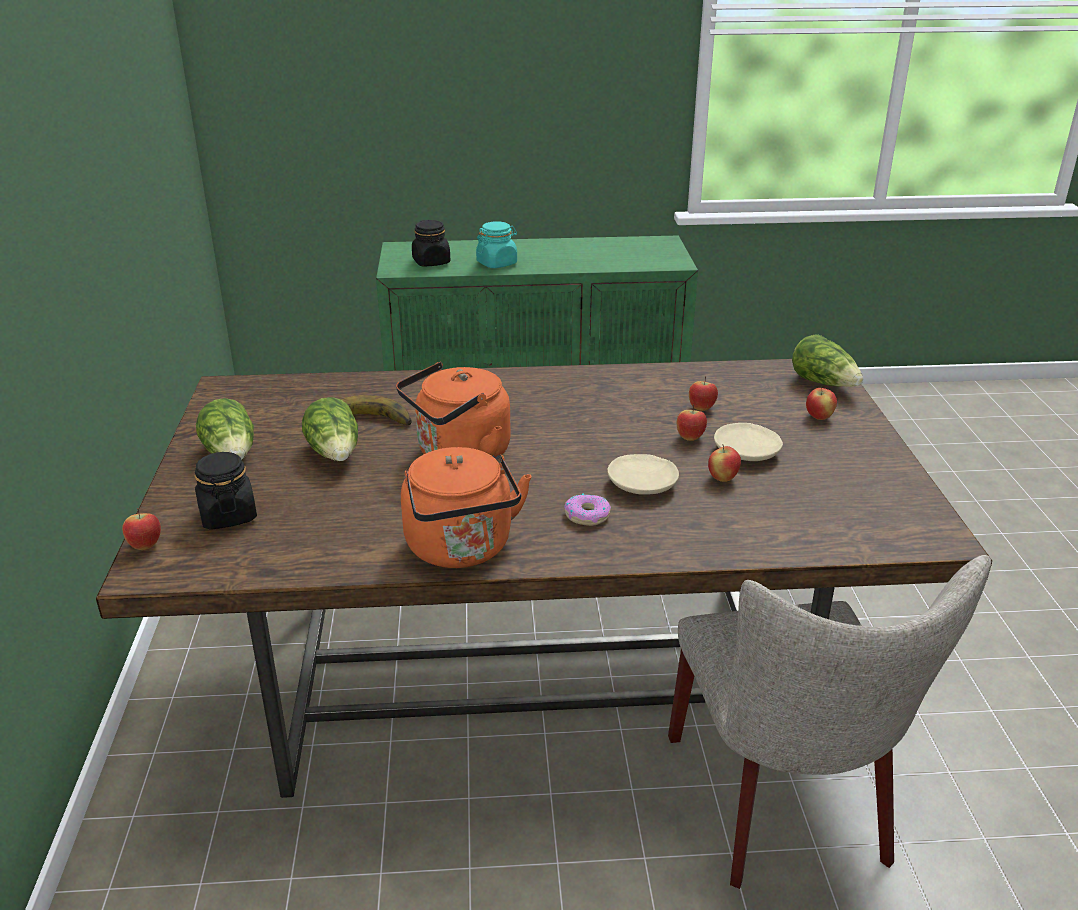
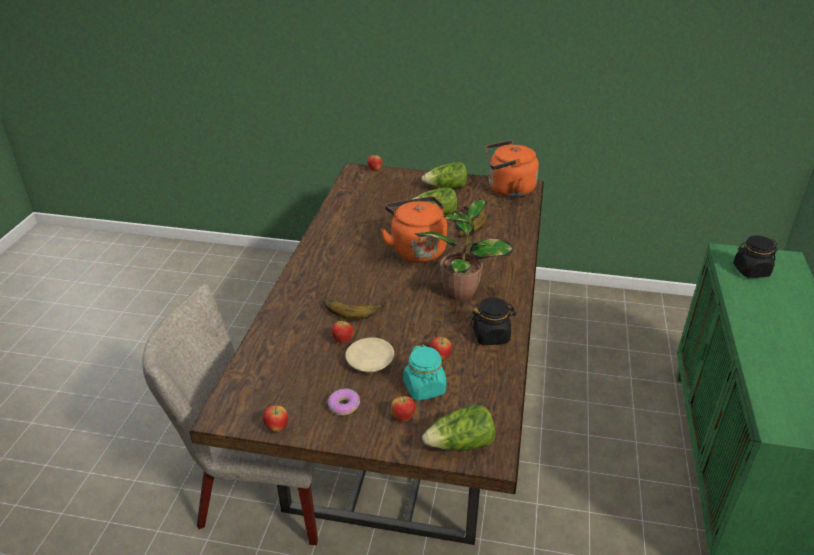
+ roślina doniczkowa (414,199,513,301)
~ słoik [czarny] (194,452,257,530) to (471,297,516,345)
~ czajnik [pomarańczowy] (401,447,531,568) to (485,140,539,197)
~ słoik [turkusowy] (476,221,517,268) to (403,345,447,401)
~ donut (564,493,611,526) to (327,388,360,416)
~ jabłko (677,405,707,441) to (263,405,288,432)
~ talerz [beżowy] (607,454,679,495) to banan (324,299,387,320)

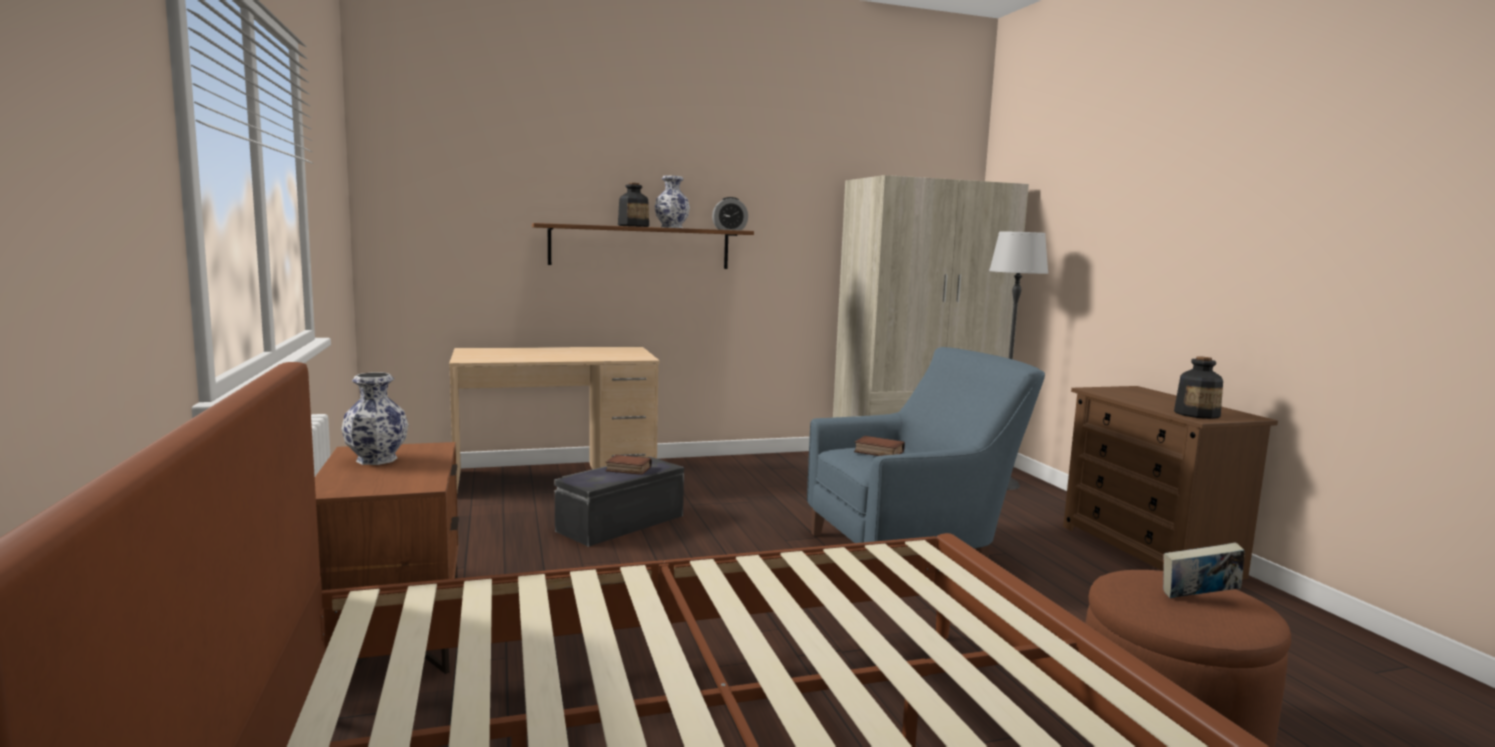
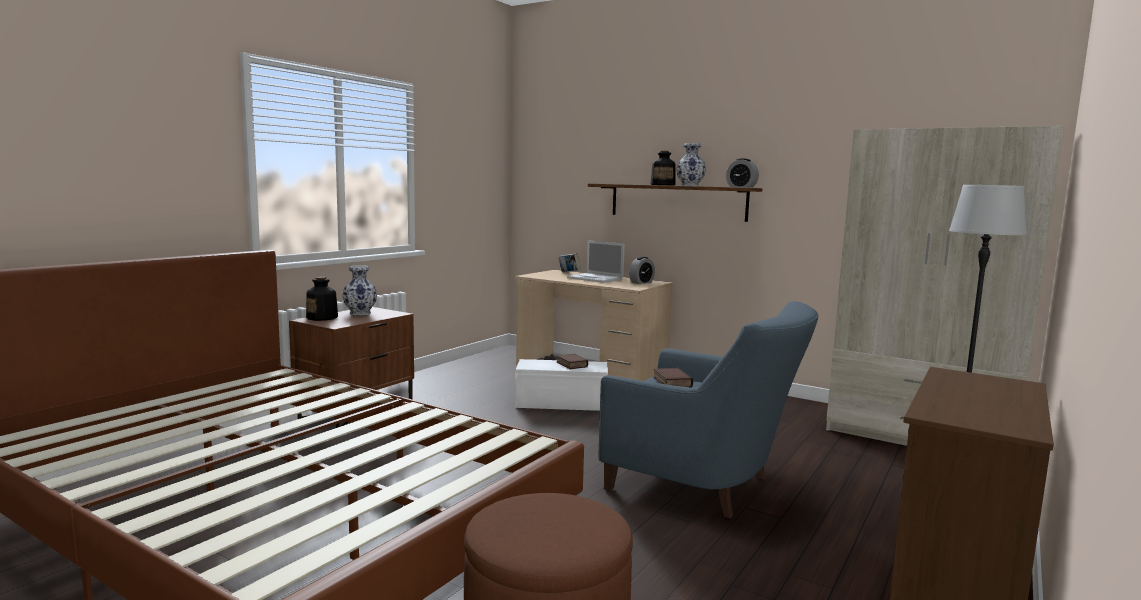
+ laptop (567,240,625,283)
+ budzik (629,257,655,284)
~ książka (1163,543,1245,598) to (558,253,581,272)
~ butelka (1174,356,1223,419) to (306,277,338,321)
~ pojemnik do przechowywania [czarny] (555,457,684,547) to pojemnik do przechowywania [biały] (515,359,608,411)

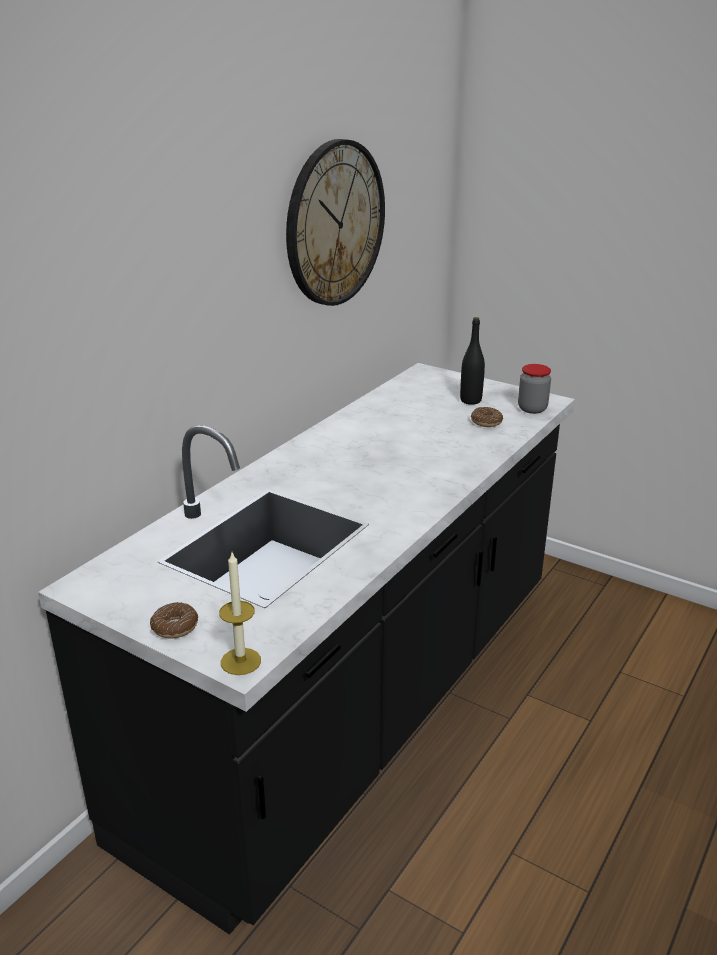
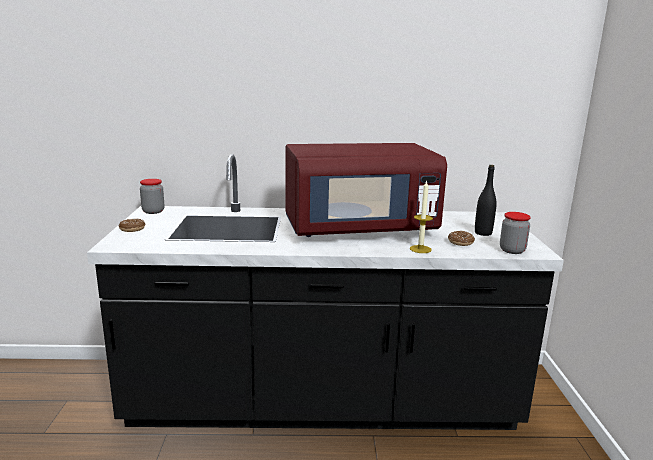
- zegar ścienny (286,139,385,306)
+ słoik (140,179,164,214)
+ mikrofalówka [czerwony] (286,143,447,237)
~ świeca (219,553,261,675) to (410,181,433,253)

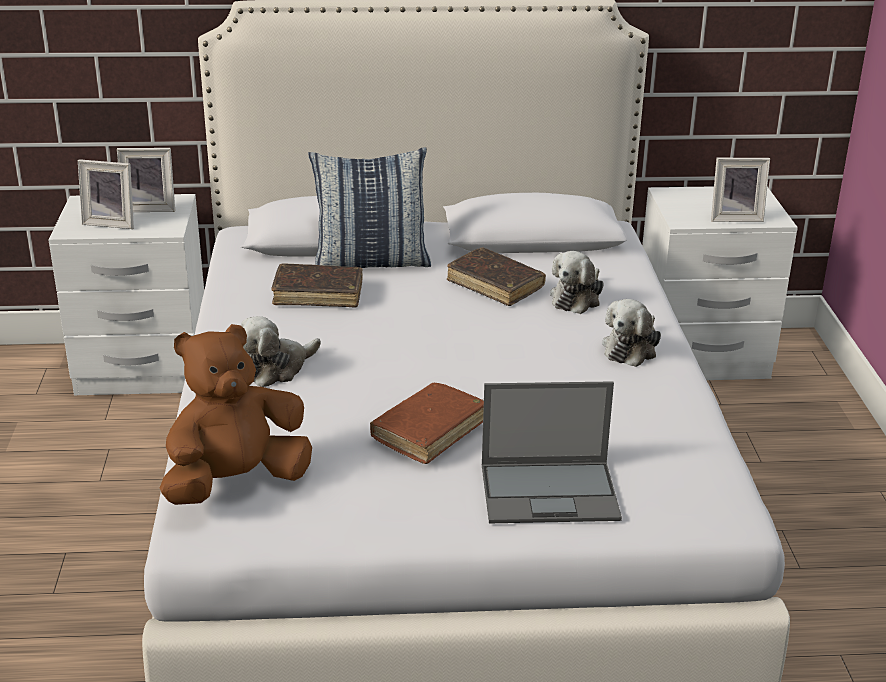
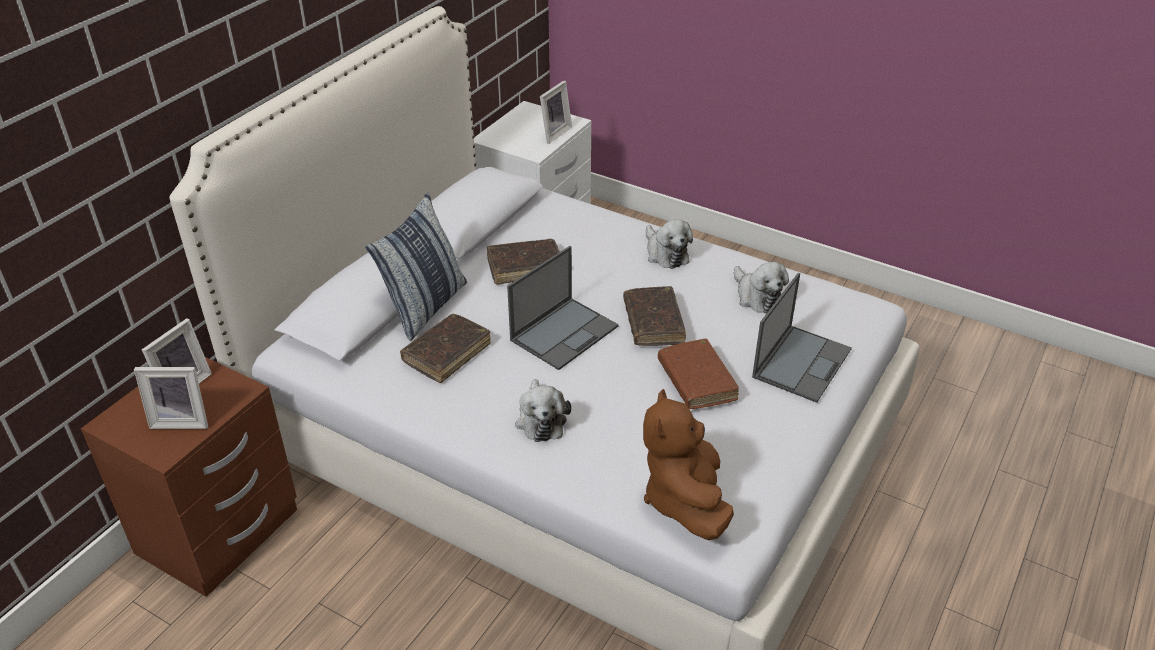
+ laptop (507,246,619,370)
+ książka [brązowy] (623,286,686,346)
~ pluszak (550,251,604,314) to (734,262,789,313)
~ szafka nocna [biały] (48,194,204,395) to szafka nocna [brązowy] (81,357,297,597)
~ ramka na zdjęcie (78,159,134,229) = (134,367,208,429) 45 degrees clockwise

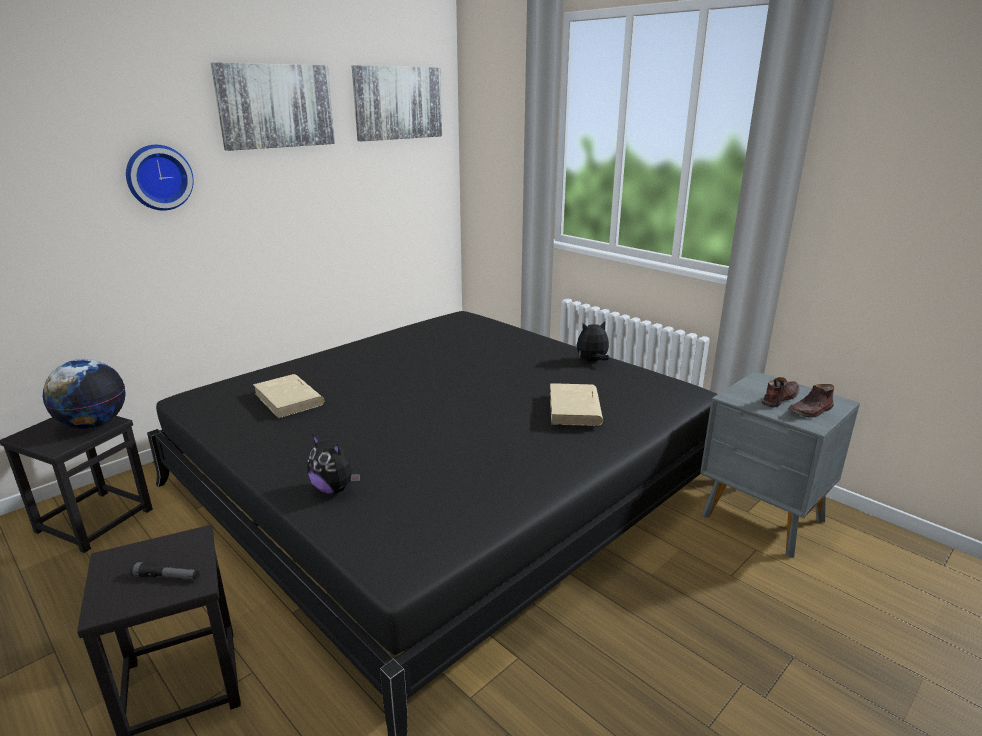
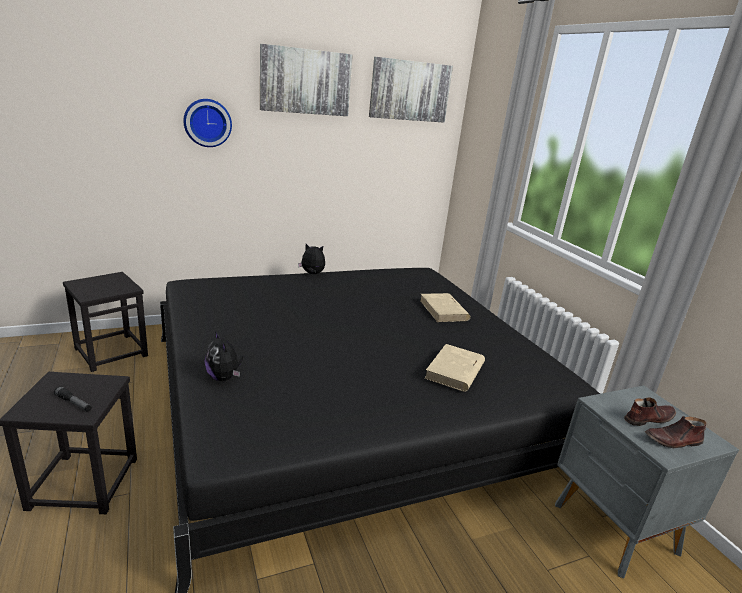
- globus (43,359,125,429)
~ książka [beżowy] (253,374,324,419) to (420,293,471,322)
~ pluszak (577,321,610,362) to (298,244,325,274)

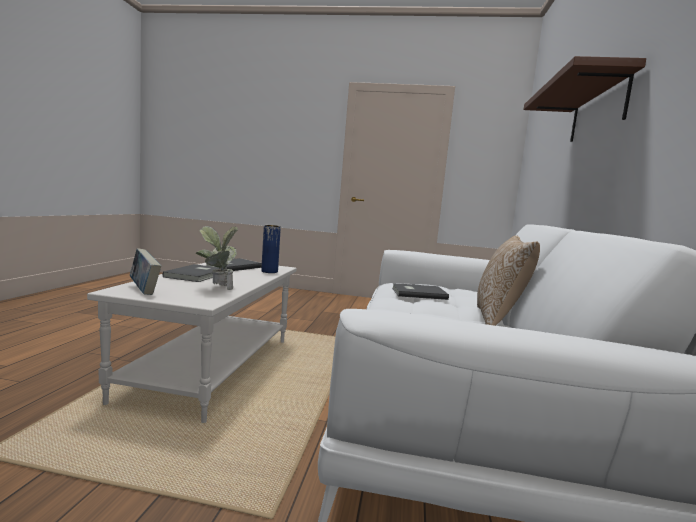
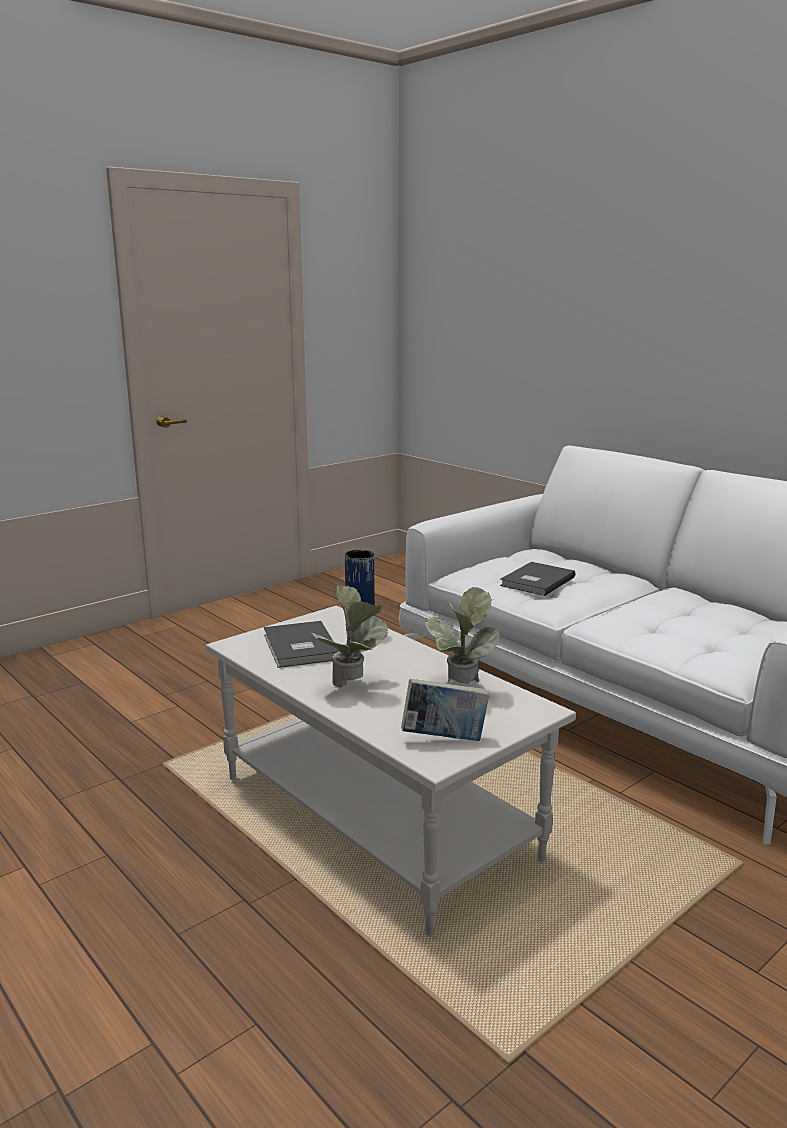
- poduszka (477,235,540,326)
- półka [brązowy] (523,56,646,142)
~ książka [szary] (162,264,226,282) to roślina doniczkowa (310,585,388,688)

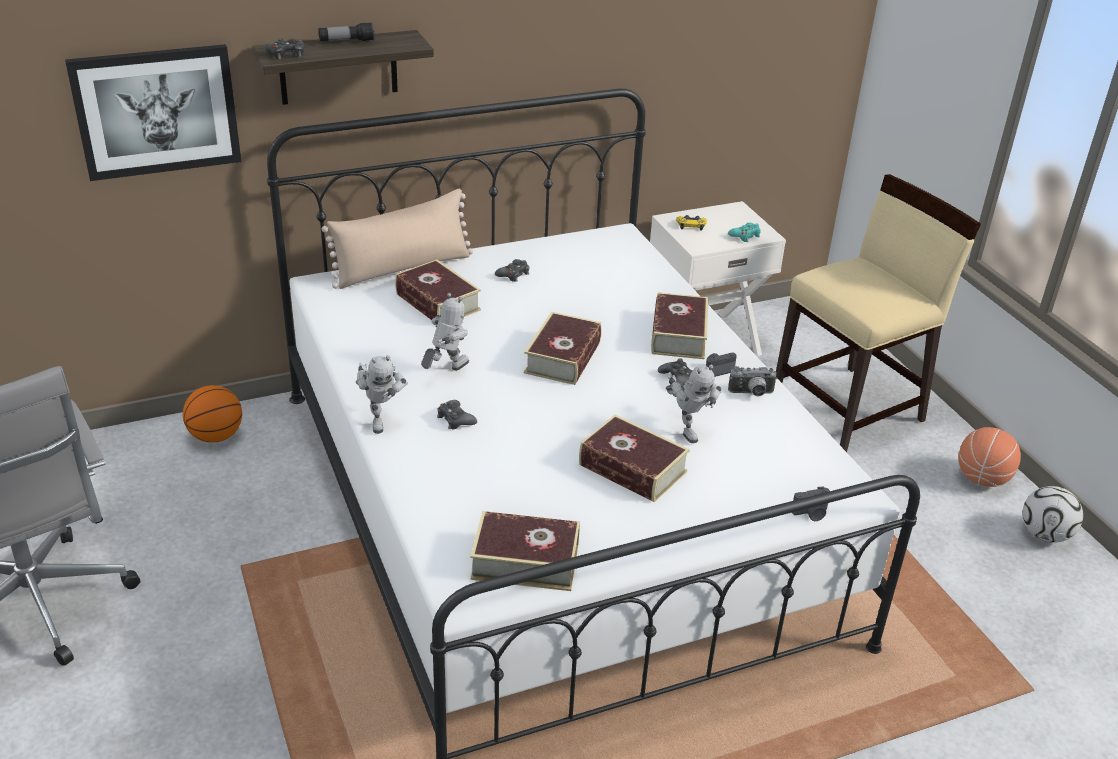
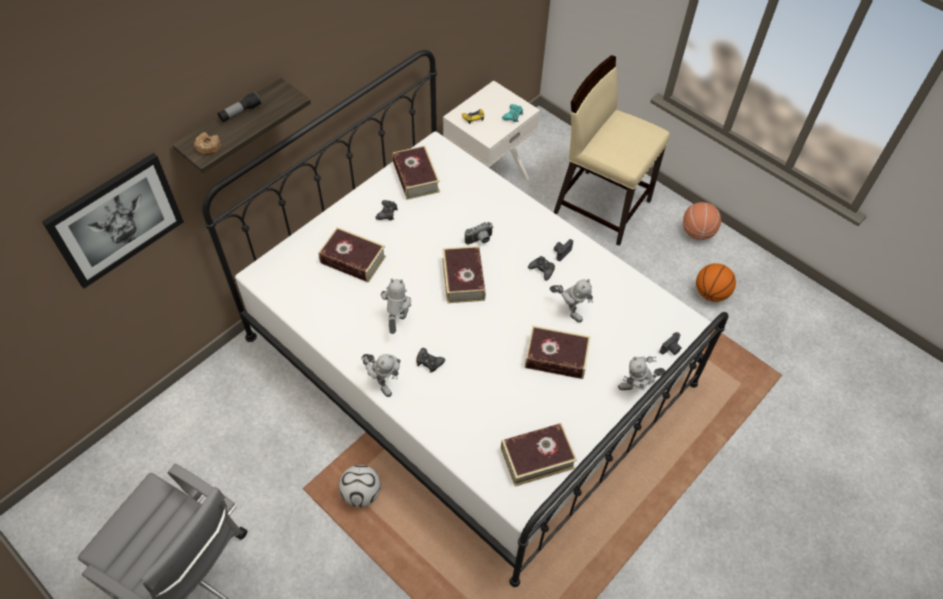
- poduszka [beżowy] (322,189,473,289)
+ robot zabawkowy (618,356,666,390)
~ piłka do koszykówki (183,385,242,443) to (696,263,736,302)
~ książka (651,293,709,359) to (392,146,440,200)
~ aparat fotograficzny (728,366,777,397) to (465,222,493,244)
~ piłka futbolowa (1023,486,1083,543) to (339,465,381,507)
~ pad do gier [czarny] (266,39,305,59) to donut (194,132,221,155)
~ krzesło [beżowy] (776,174,981,452) = (553,55,670,246) 90 degrees counterclockwise

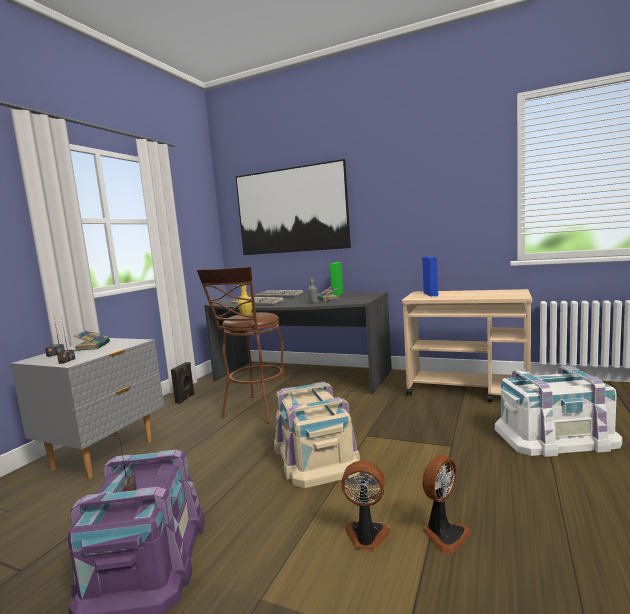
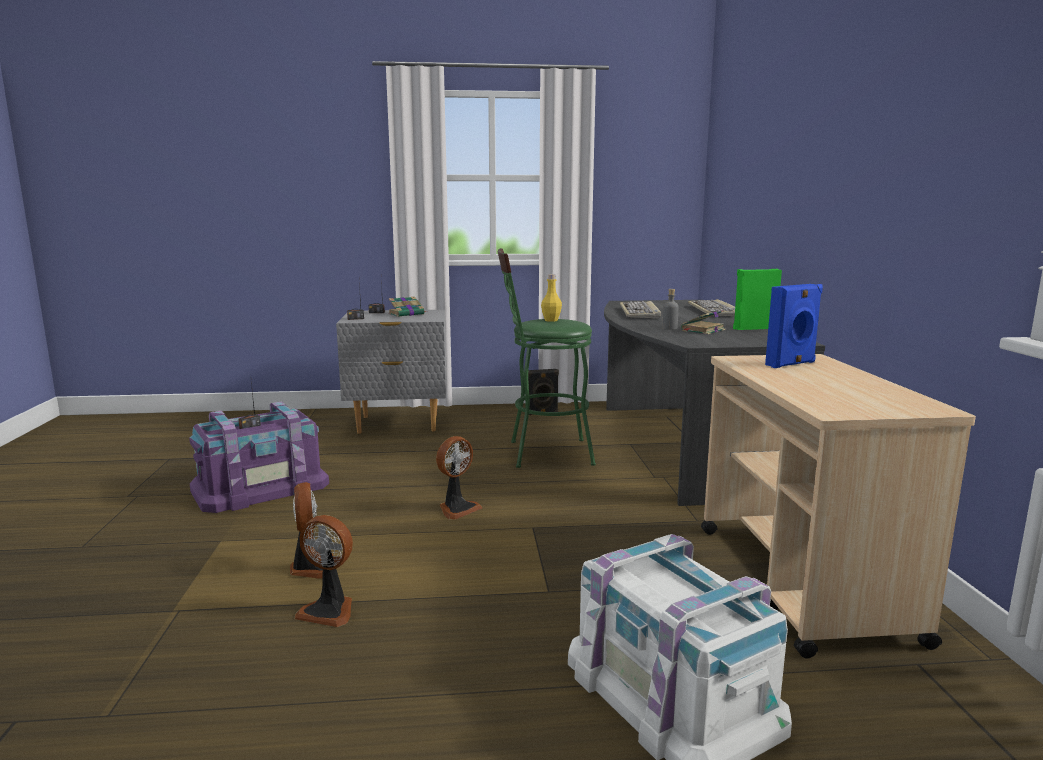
- obraz (236,159,351,255)
~ pojemnik do przechowywania [beżowy] (274,382,360,488) to wentylator (436,436,482,520)
~ stołek [brązowy] (197,267,291,424) to stołek [zielony] (497,248,596,468)

